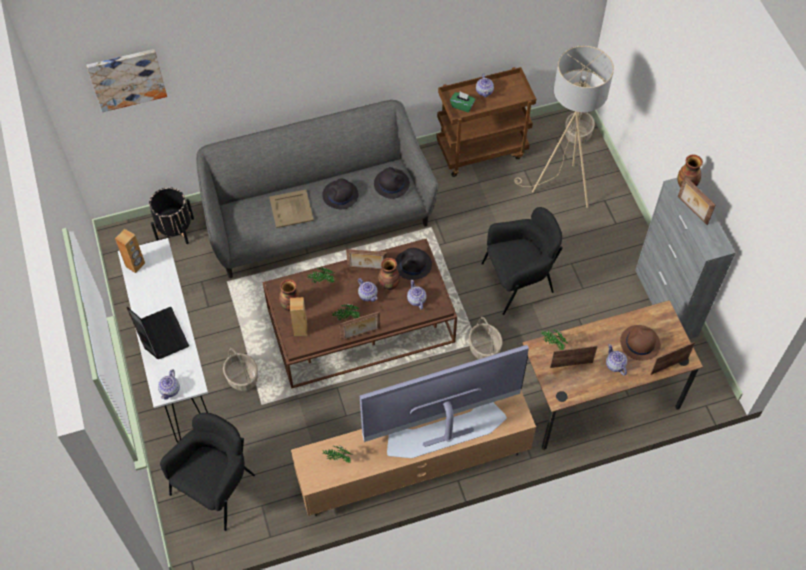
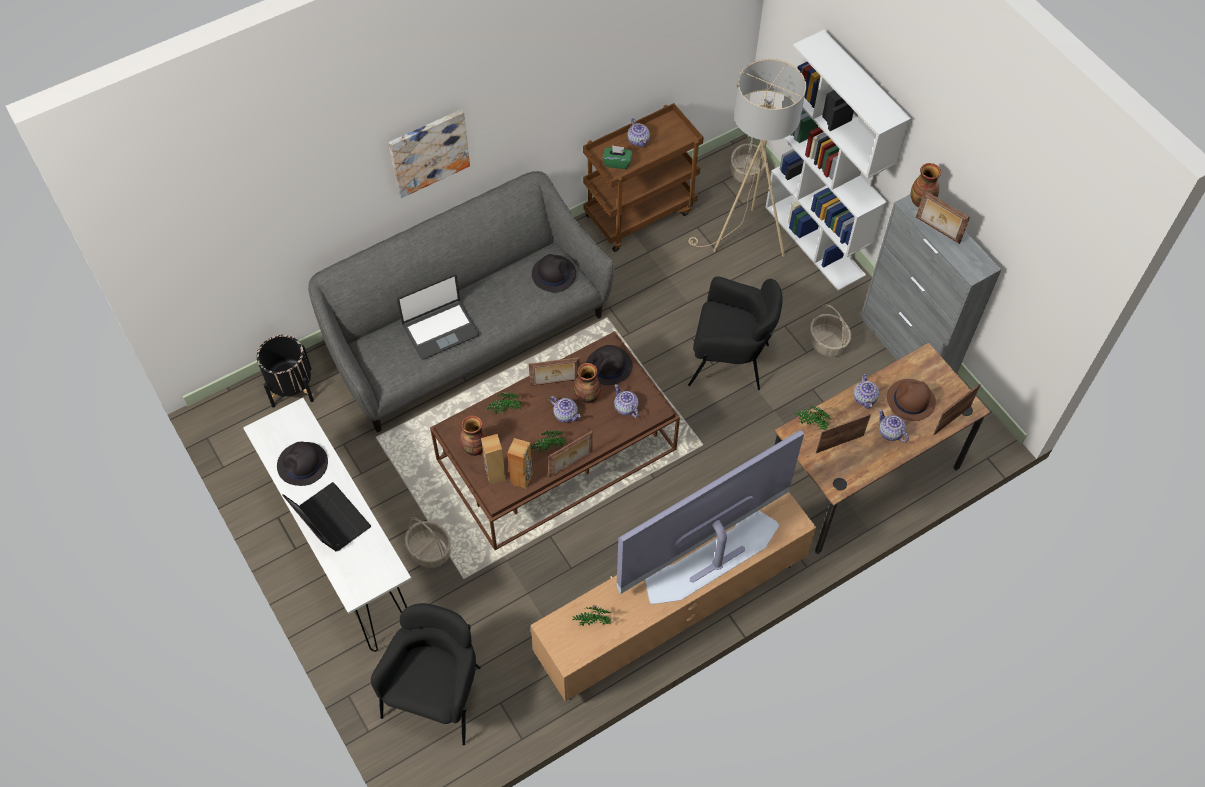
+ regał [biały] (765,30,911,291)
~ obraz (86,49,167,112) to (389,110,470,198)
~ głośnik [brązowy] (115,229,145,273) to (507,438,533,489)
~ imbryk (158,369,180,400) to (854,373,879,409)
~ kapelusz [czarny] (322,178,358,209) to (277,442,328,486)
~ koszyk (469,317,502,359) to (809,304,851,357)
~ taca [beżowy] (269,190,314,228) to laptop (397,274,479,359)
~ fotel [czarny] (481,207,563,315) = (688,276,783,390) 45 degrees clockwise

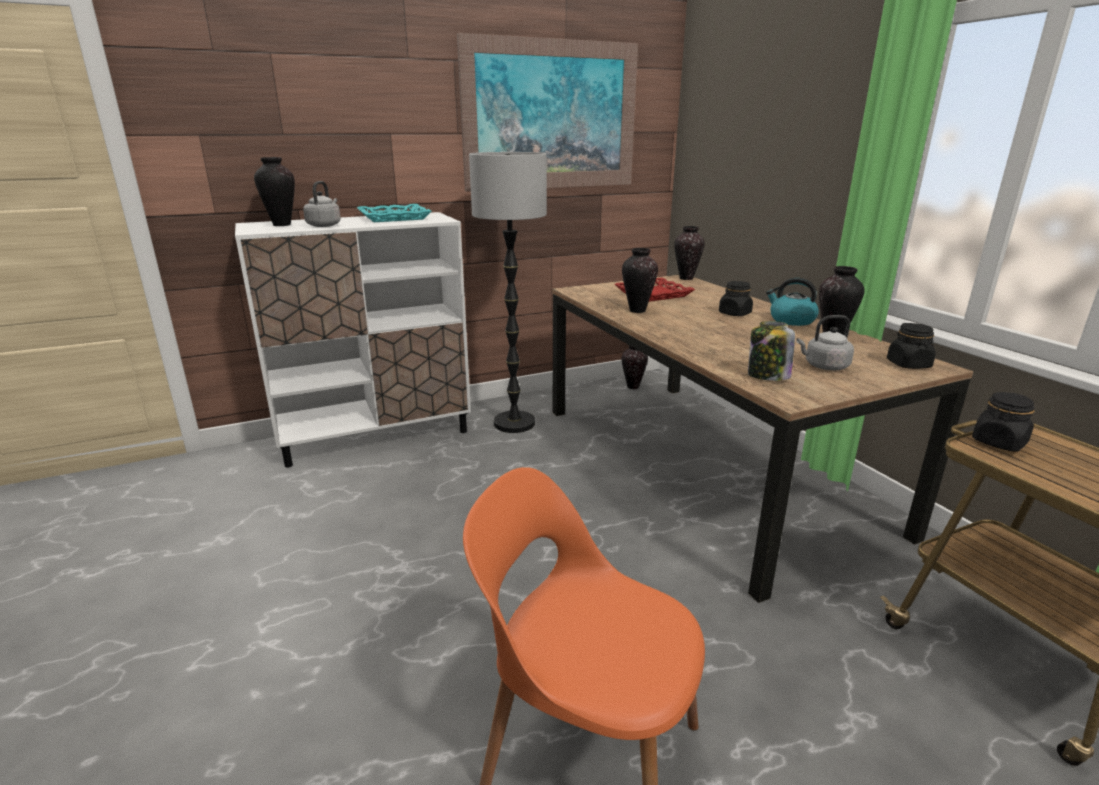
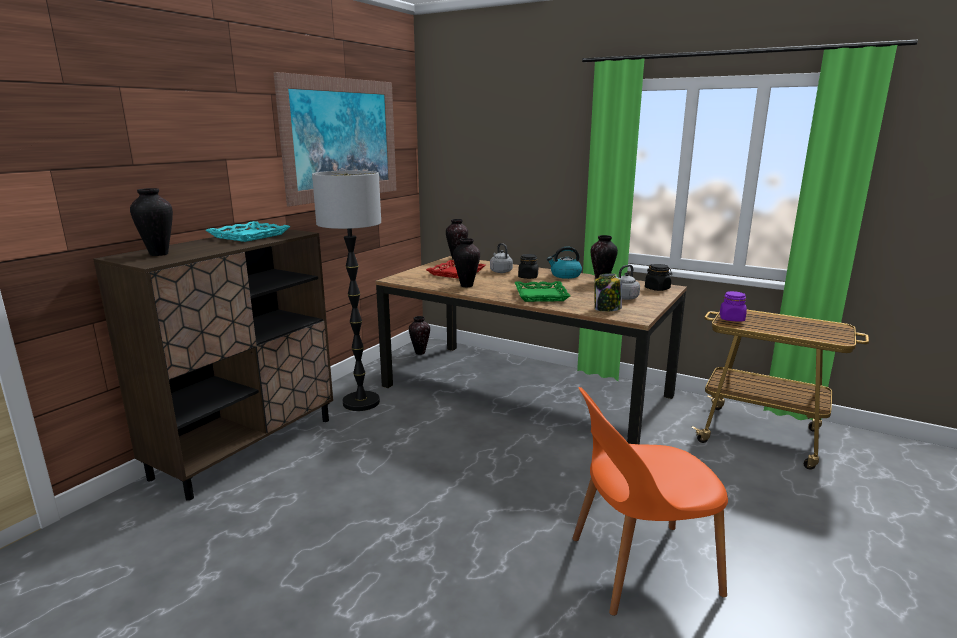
+ taca [zielony] (515,281,571,302)
~ czajnik [szary] (303,181,341,227) to (490,243,513,273)
~ szafka [biały] (235,212,471,468) to szafka [brązowy] (93,227,333,501)
~ słoik [czarny] (972,392,1034,452) to słoik [fioletowy] (720,291,747,321)

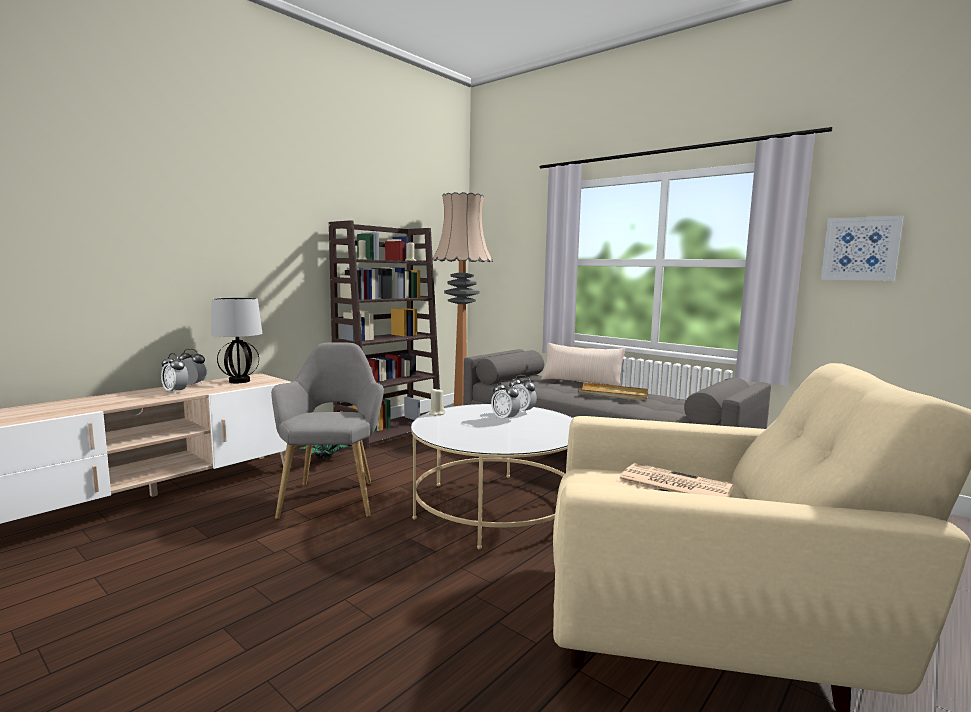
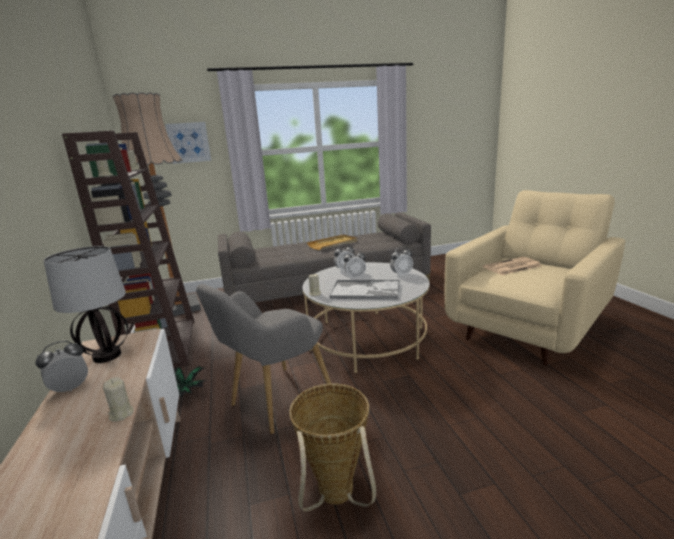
- poduszka [beżowy] (541,343,625,386)
+ świeca [beżowy] (103,377,133,422)
+ koszyk (289,384,376,512)
+ taca (329,280,400,300)
~ budzik (161,353,188,394) to (390,247,413,277)
~ obraz (821,216,903,281) to (165,122,211,164)
~ fotel [szary] (271,343,384,519) = (196,284,331,434) 75 degrees counterclockwise

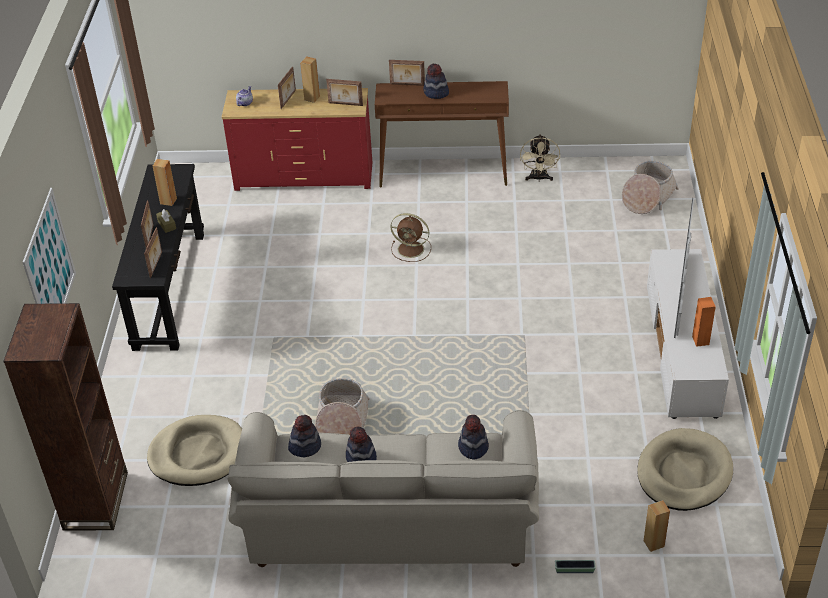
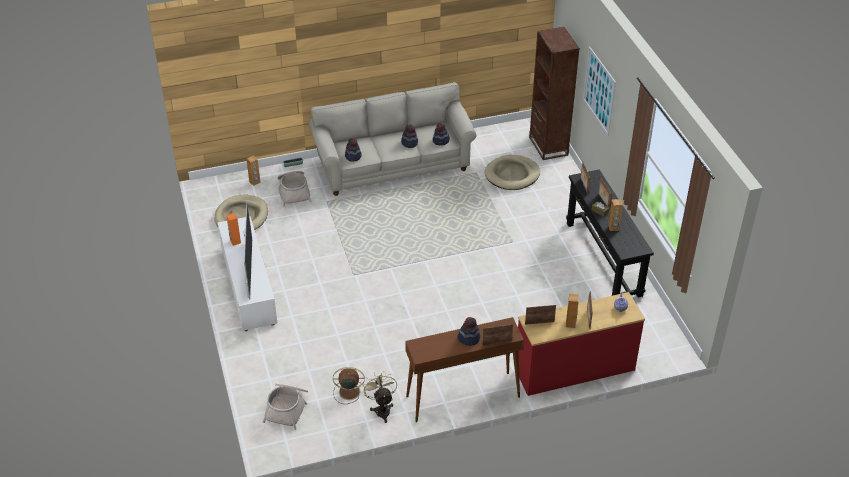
~ koszyk (315,378,370,435) to (277,171,312,207)
~ wentylator [brązowy] (390,213,431,262) to (333,367,366,404)

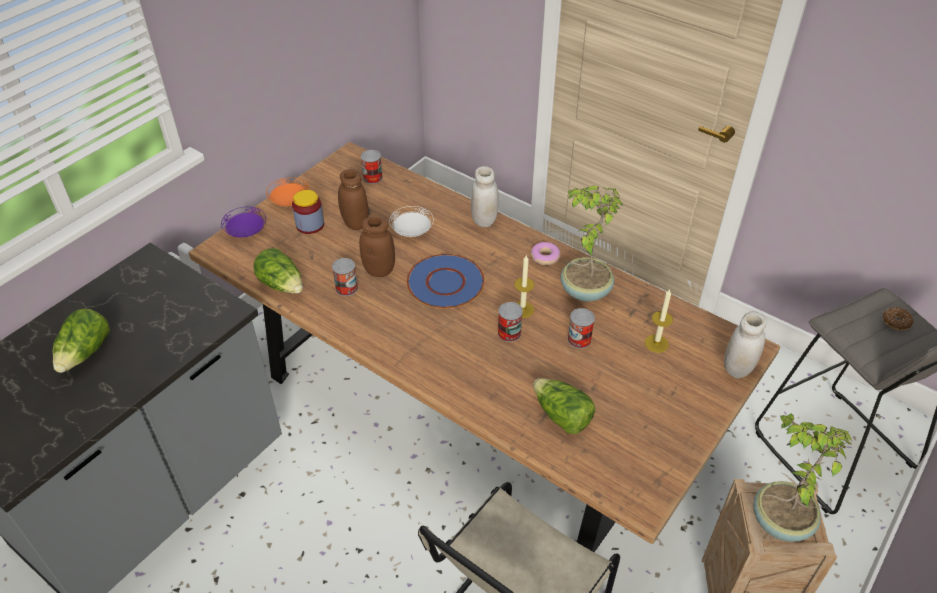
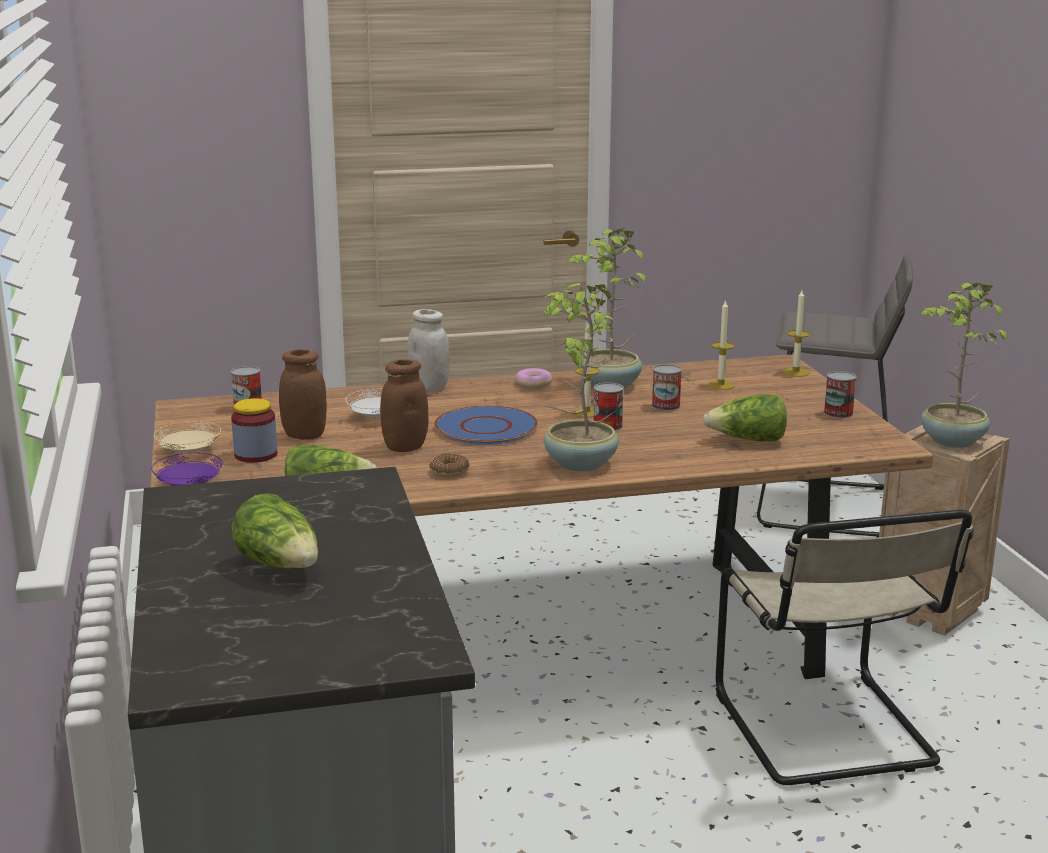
+ roślina doniczkowa (543,283,619,471)
~ puszka (332,258,358,296) to (824,371,857,419)
~ donut (883,307,914,331) to (429,453,470,477)
~ słoik [biały] (724,311,767,379) to świeca (782,290,810,377)
~ talerz [pomarańczowy] (266,177,309,206) to talerz [beżowy] (154,421,221,453)

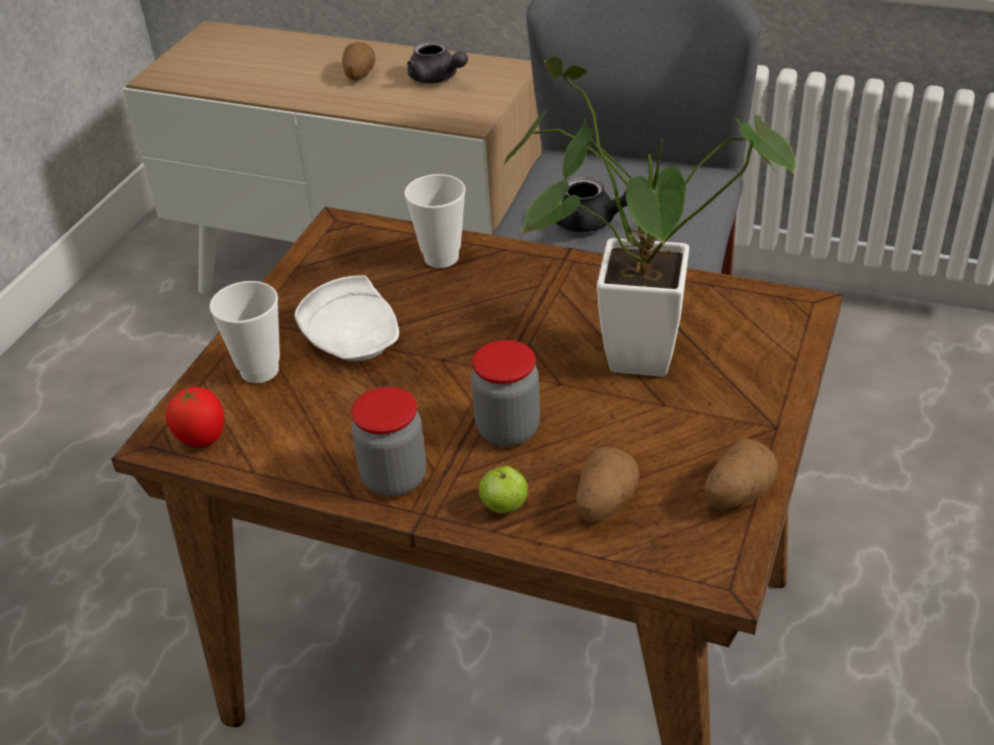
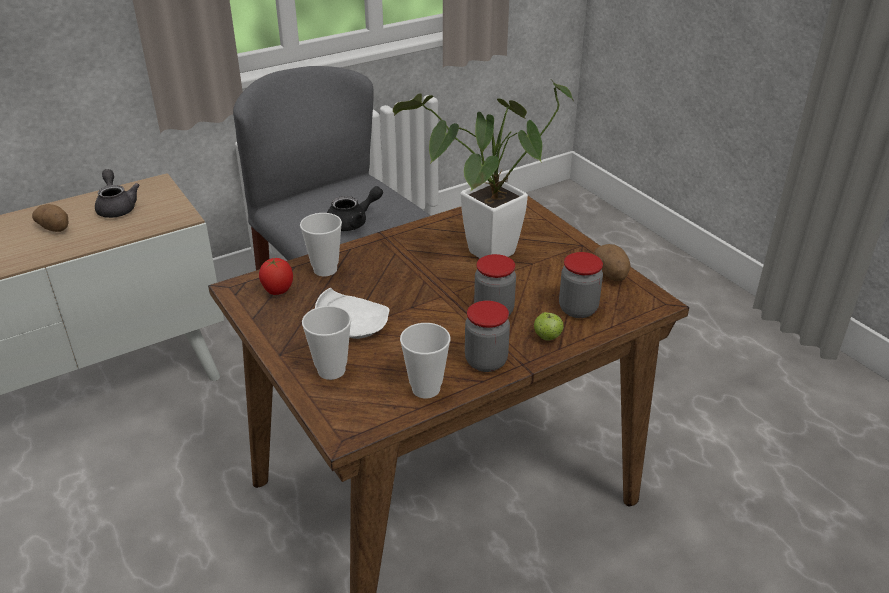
+ filiżanka (400,323,450,398)
~ pomidor (166,387,224,447) to (259,258,293,295)
~ ziemniak (576,447,639,523) to słoik (559,252,603,318)
~ imbryk [szary] (407,41,468,84) = (95,169,140,218) 105 degrees counterclockwise

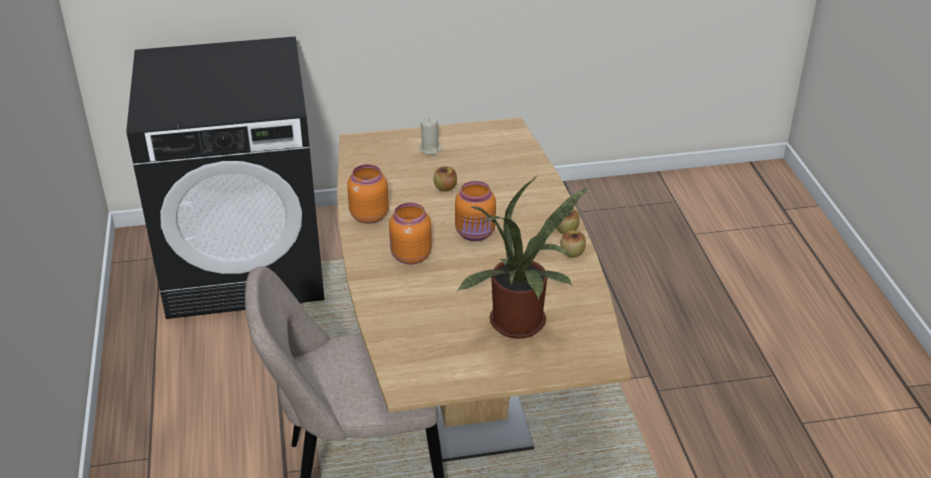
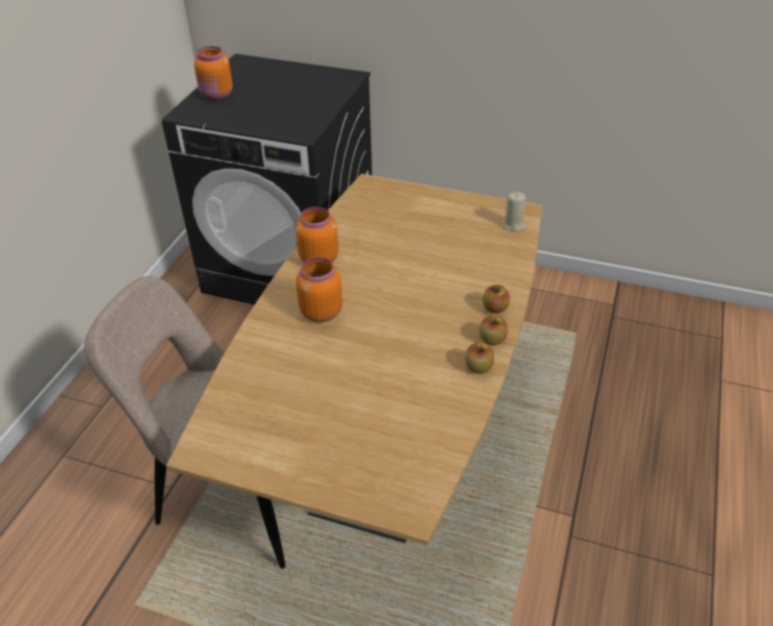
- roślina doniczkowa (457,174,588,339)
~ świeca [beżowy] (419,118,442,155) to (502,191,526,232)
~ jabłko (434,166,457,192) to (483,285,510,314)
~ słoik [pomarańczowy] (455,181,496,241) to (194,46,233,100)

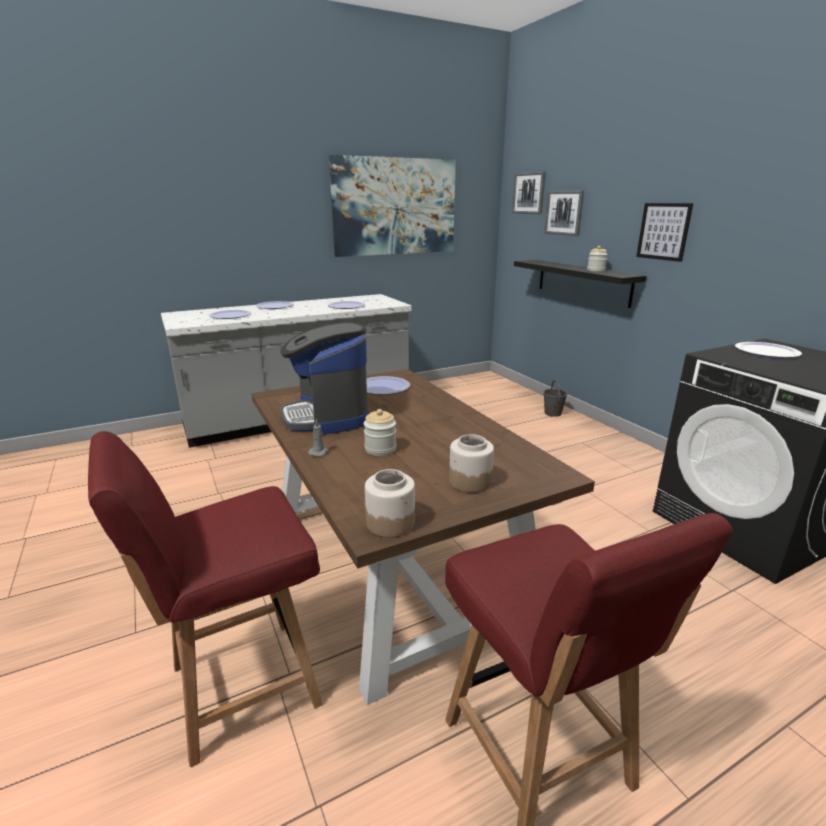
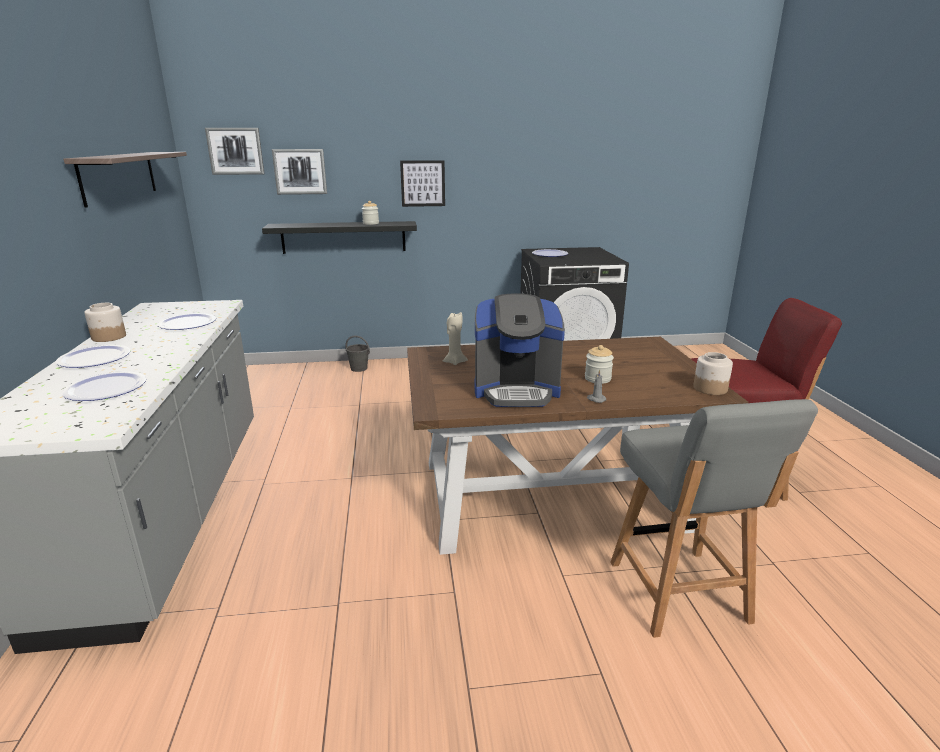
~ słoik (449,434,494,493) to (84,303,126,342)
~ obraz (329,155,456,257) to półka (63,152,187,208)
~ talerz (366,376,410,395) to świeca [beżowy] (443,312,468,365)
~ krzesło [czerwony] (88,431,323,767) to krzesło [szary] (610,399,818,638)

